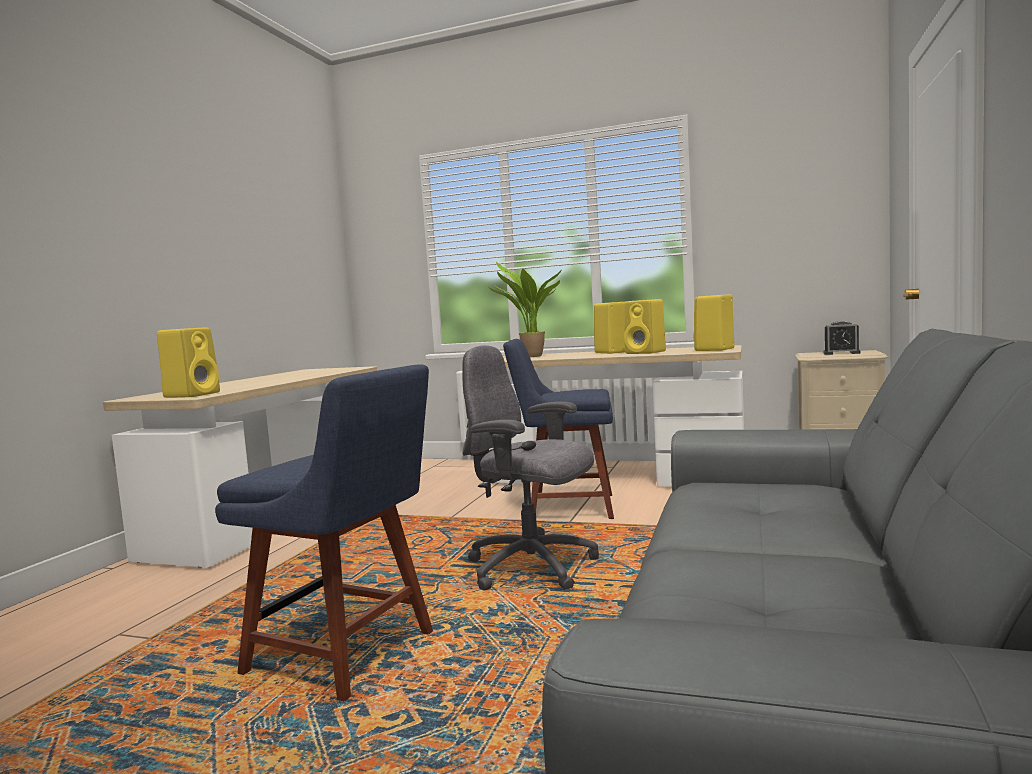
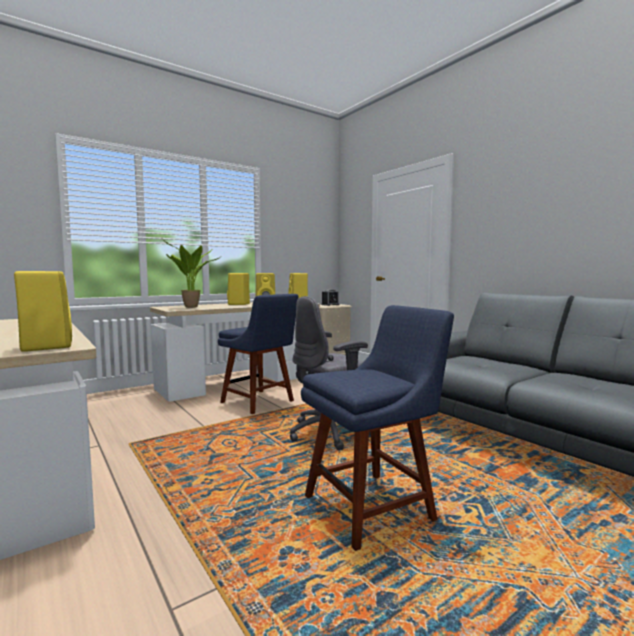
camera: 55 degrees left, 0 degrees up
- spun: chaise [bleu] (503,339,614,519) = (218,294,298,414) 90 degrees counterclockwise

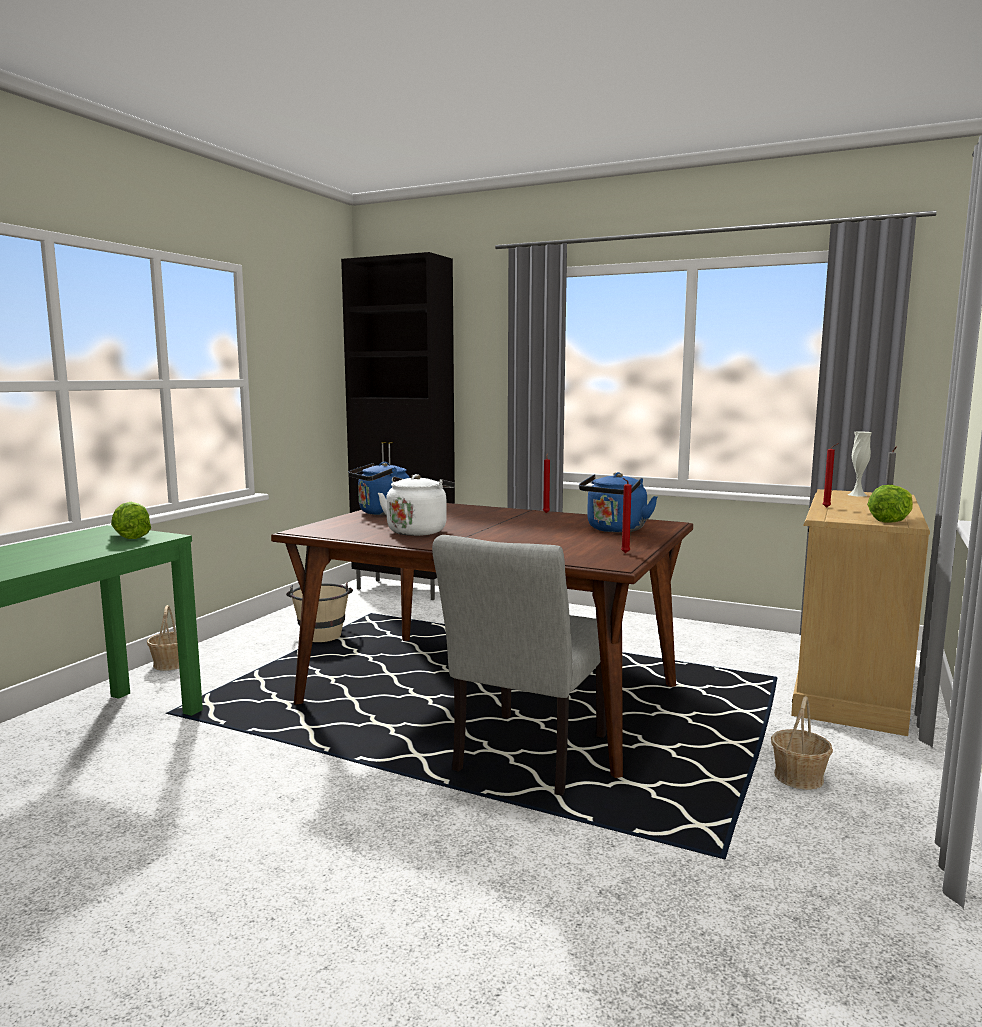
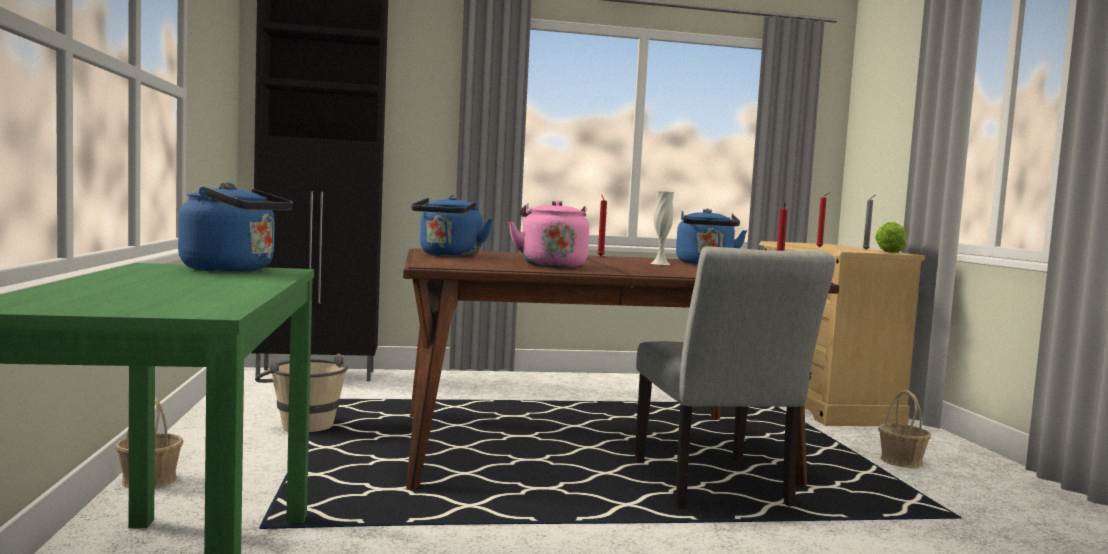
camera: 35 degrees left, 5 degrees down
- exchanged: laitue (111,502,151,539) to bouilloire [bleu] (178,182,293,272)
- colour: bouilloire [blanc] (378,474,455,536) to bouilloire [rose] (508,200,589,268)
- relocated: vase [blanc] (848,432,872,497) to (650,191,674,265)

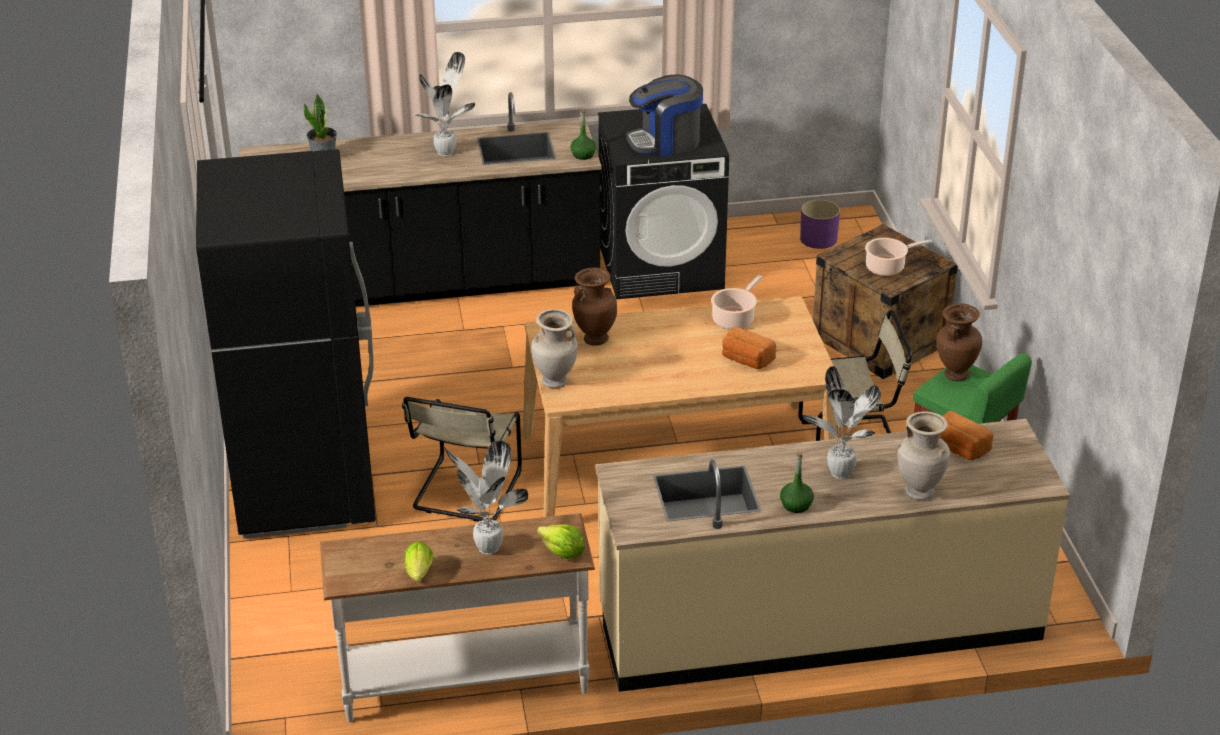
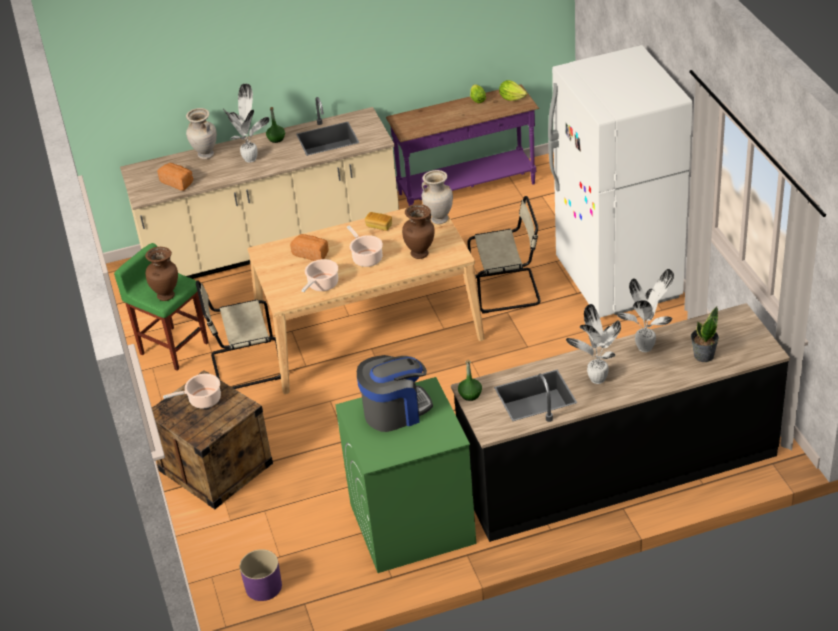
camera: 175 degrees right, 5 degrees up
- colour: lave-linge [noir] (598,104,729,299) to lave-linge [vert] (335,377,476,573)
- appeared: marmite (347,226,383,267)
- appeared: pain (365,212,392,231)
- colour: table console [blanc] (320,513,595,722) to table console [violet] (386,84,539,206)
- spun: chaise [beige] (402,397,522,522) = (467,196,541,314) 75 degrees clockwise
- relocated: laitue (537,524,585,559) to (499,80,527,101)
- colour: réfrigérateur [noir] (196,149,376,538) to réfrigérateur [blanc] (548,45,692,318)
- relocated: plante en pot (444,440,528,555) to (617,269,674,352)

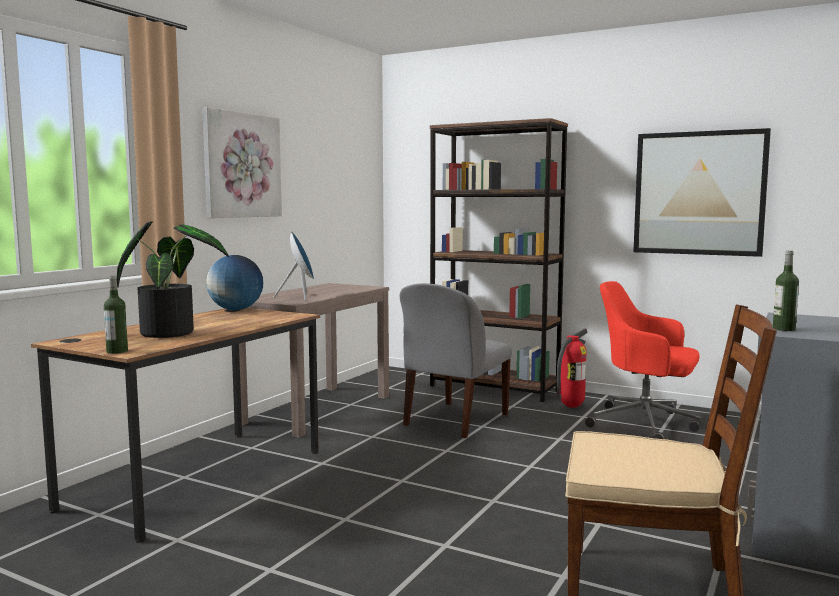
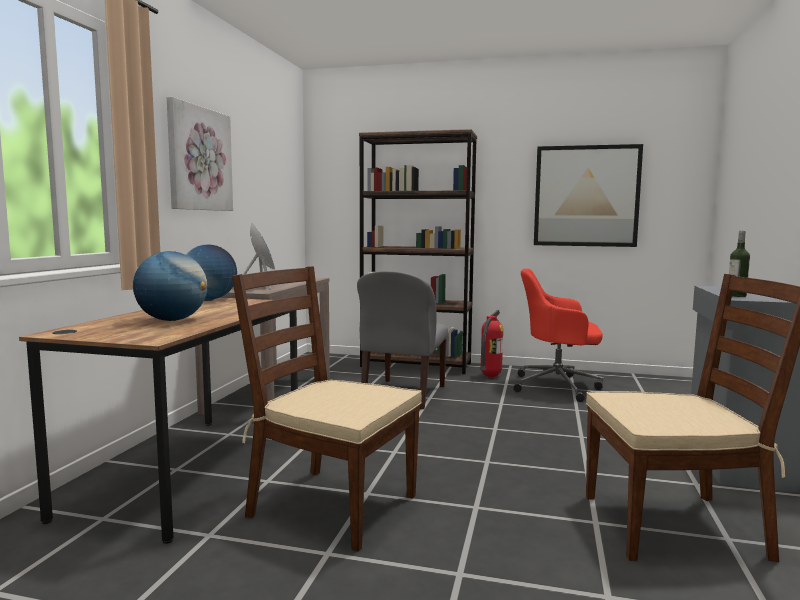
camera: 15 degrees left, 0 degrees up
- exchanged: plante en pot (117,221,229,338) to globe (133,251,207,321)
- appeared: chaise [marron] (232,266,422,551)
- missing: bouteille (104,276,128,354)

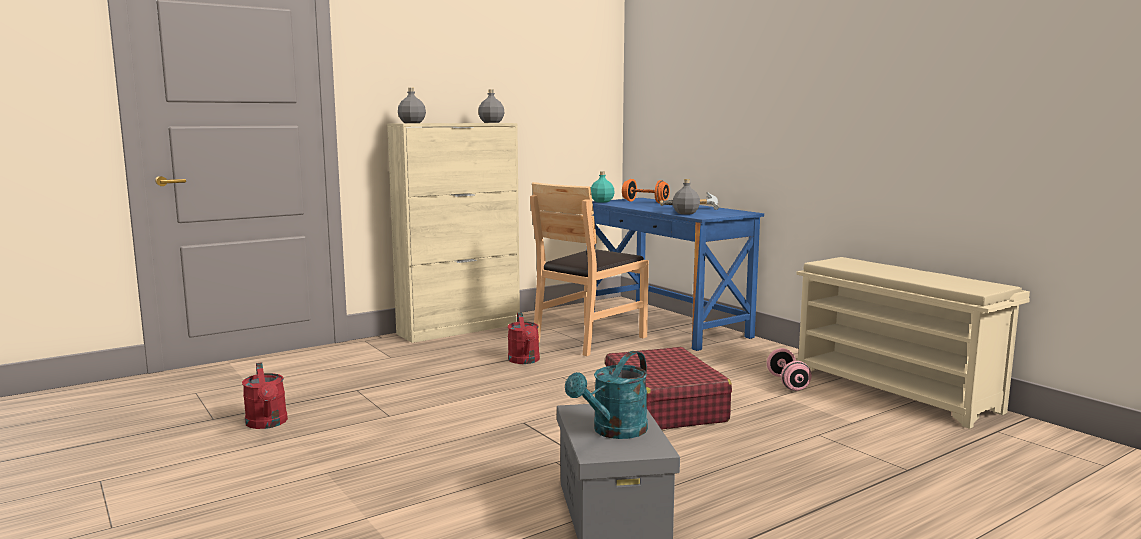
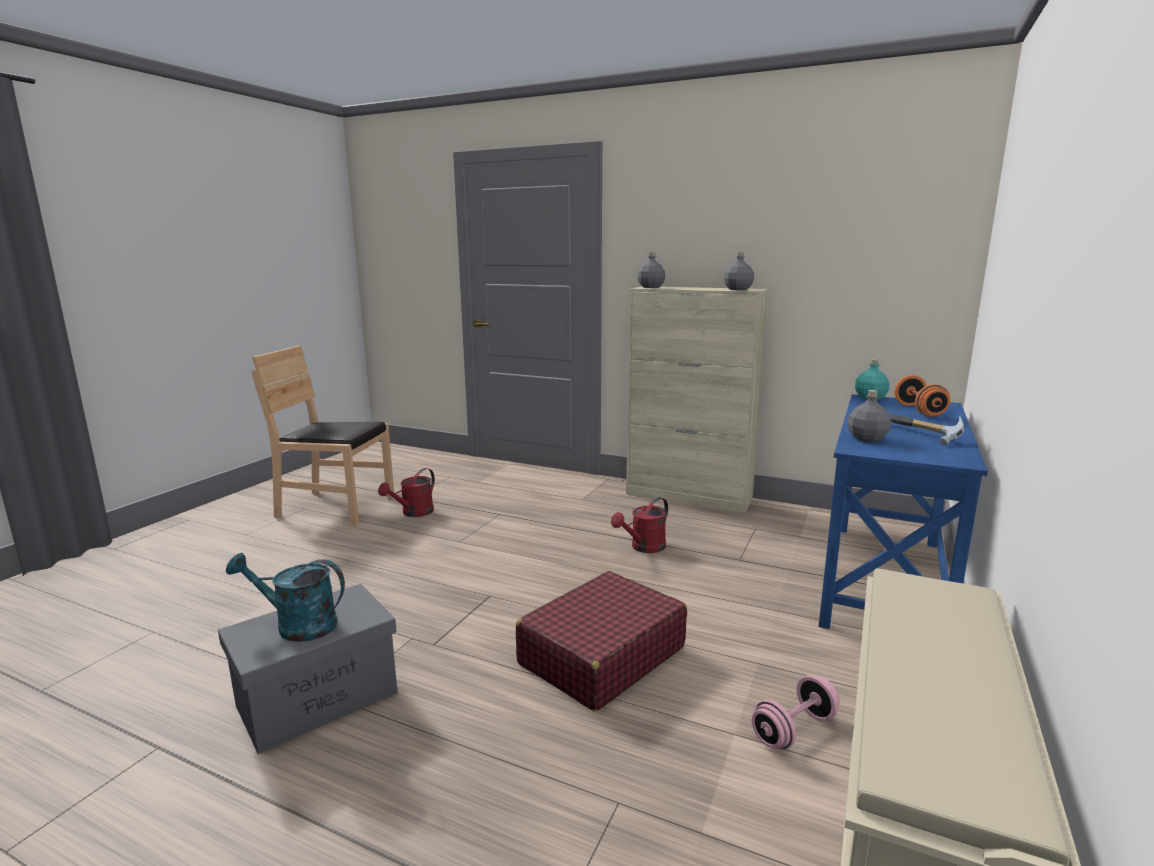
camera: 60 degrees right, 5 degrees up
- relocated: chaise [marron] (530,182,649,356) to (252,345,394,526)

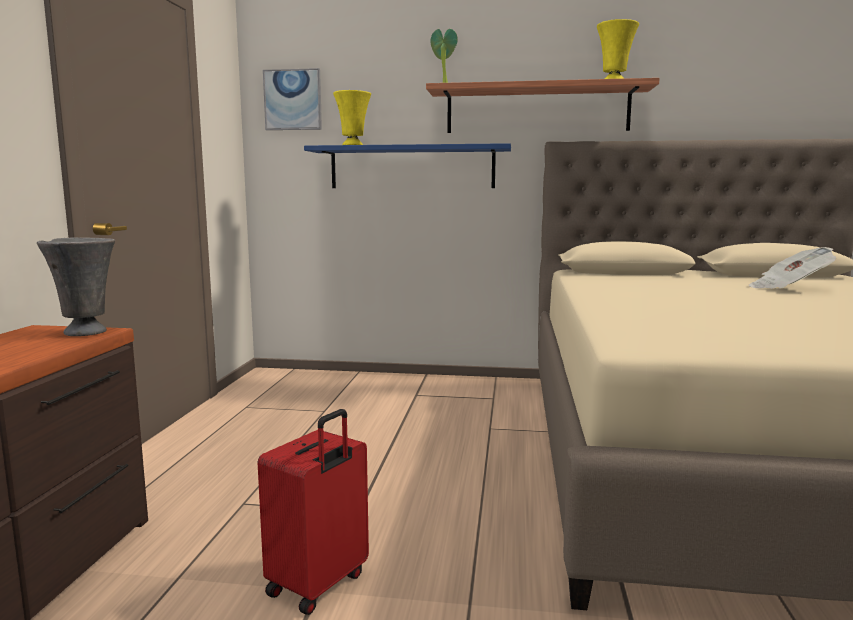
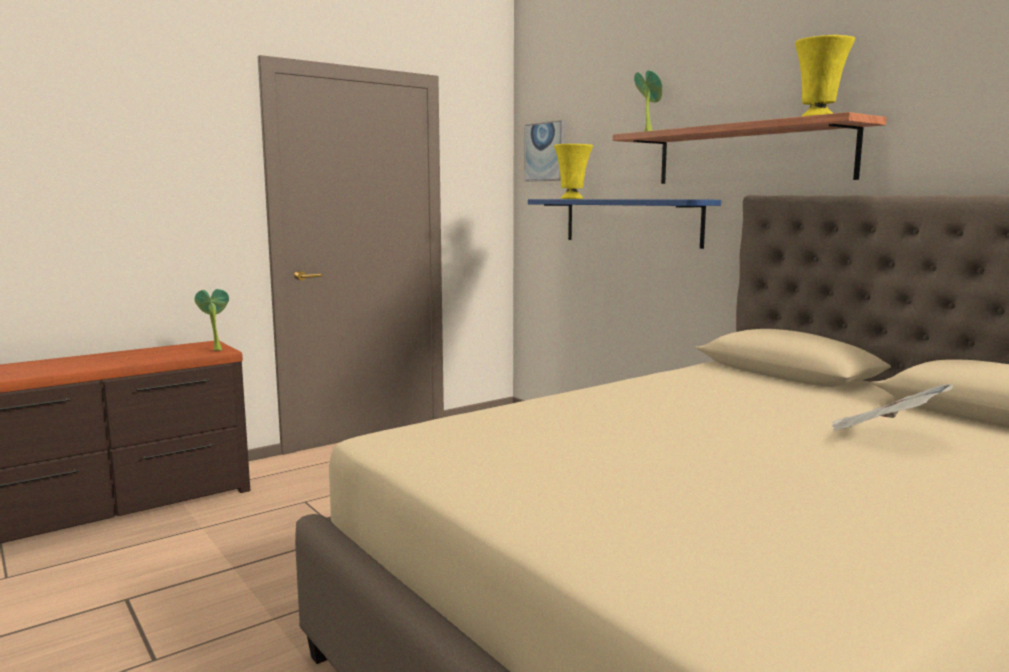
camera: 45 degrees right, 0 degrees up
- exchanged: vase [gris] (37,237,115,336) to plante en pot (195,289,229,351)
- missing: valise [rouge] (257,409,369,615)

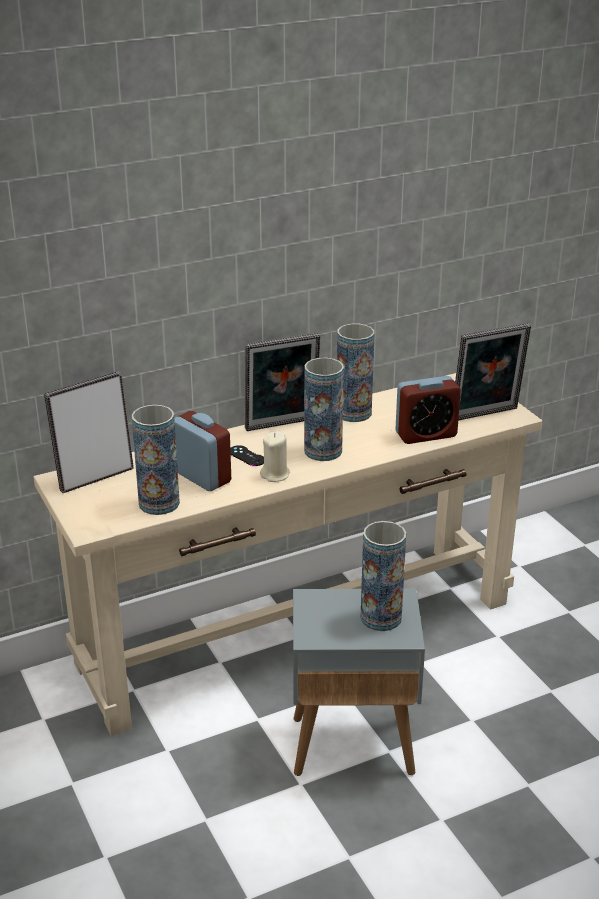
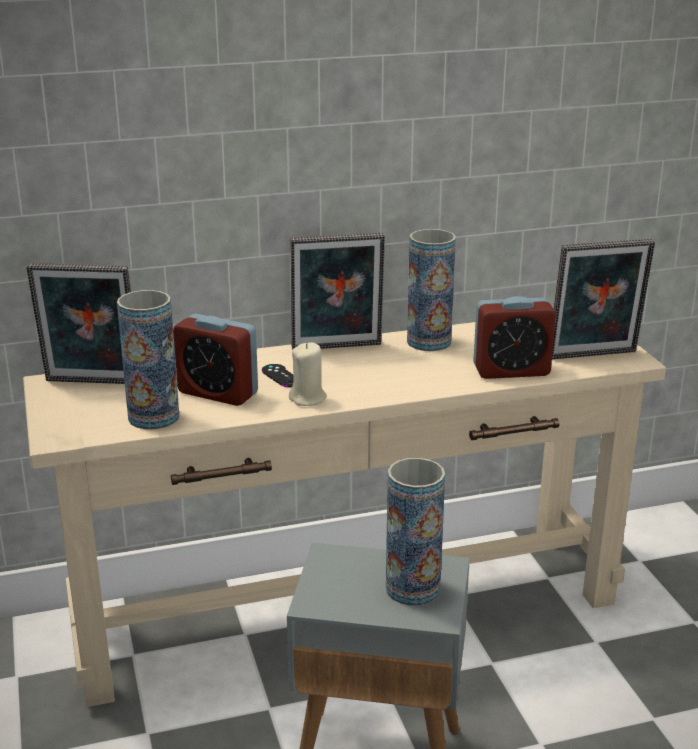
camera: 10 degrees right, 5 degrees down
- spun: cadre photo (44,371,134,493) = (26,263,131,384) 150 degrees counterclockwise
- spun: réveil (175,411,231,491) = (173,314,258,406) 150 degrees clockwise
- missing: vase (304,358,344,461)

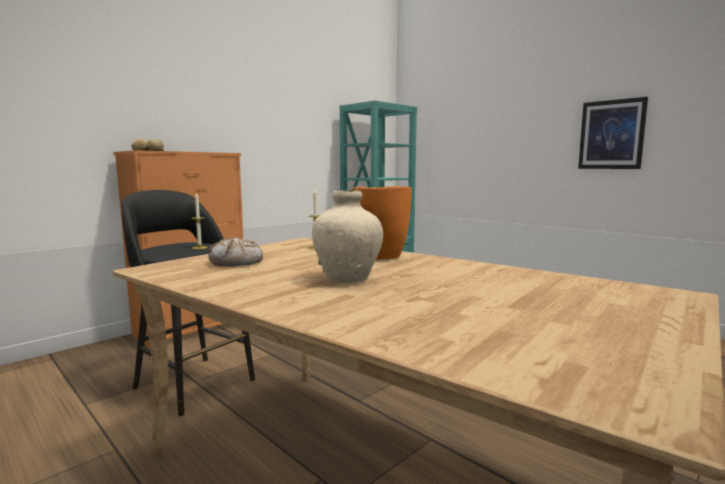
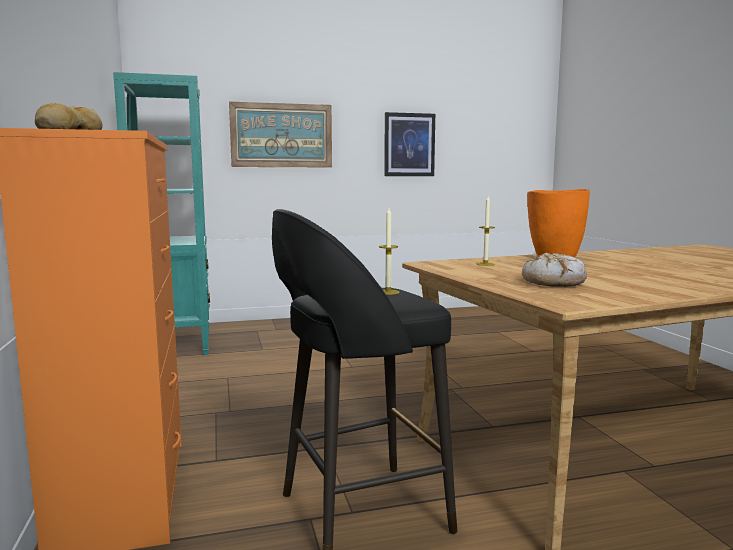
camera: 60 degrees left, 0 degrees up
- appeared: tableau (229,101,332,167)
- missing: vase [beige] (312,190,383,283)

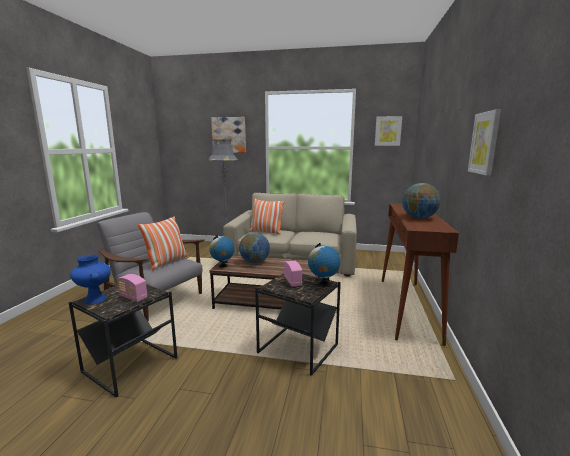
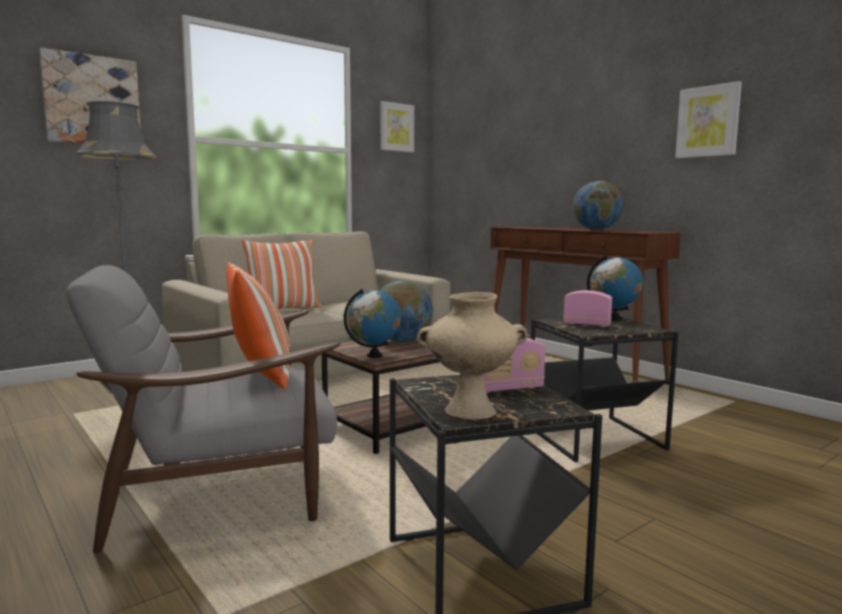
camera: 50 degrees left, 5 degrees down
- colour: vase [bleu] (70,255,111,304) to vase [beige] (417,292,528,419)

